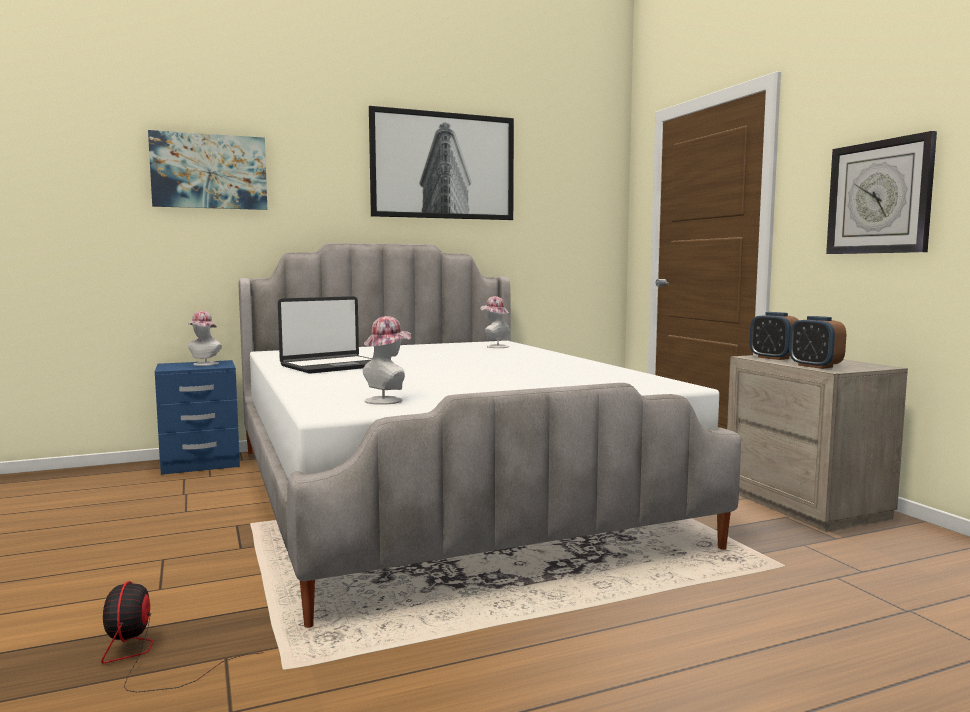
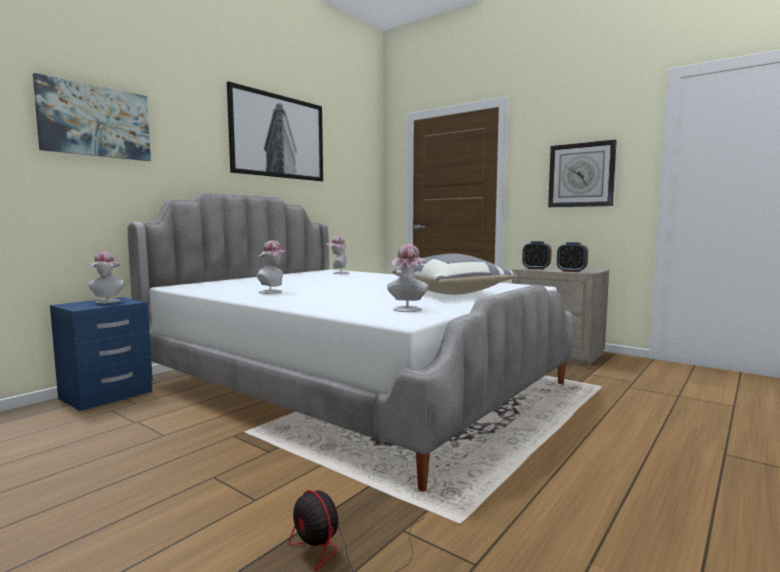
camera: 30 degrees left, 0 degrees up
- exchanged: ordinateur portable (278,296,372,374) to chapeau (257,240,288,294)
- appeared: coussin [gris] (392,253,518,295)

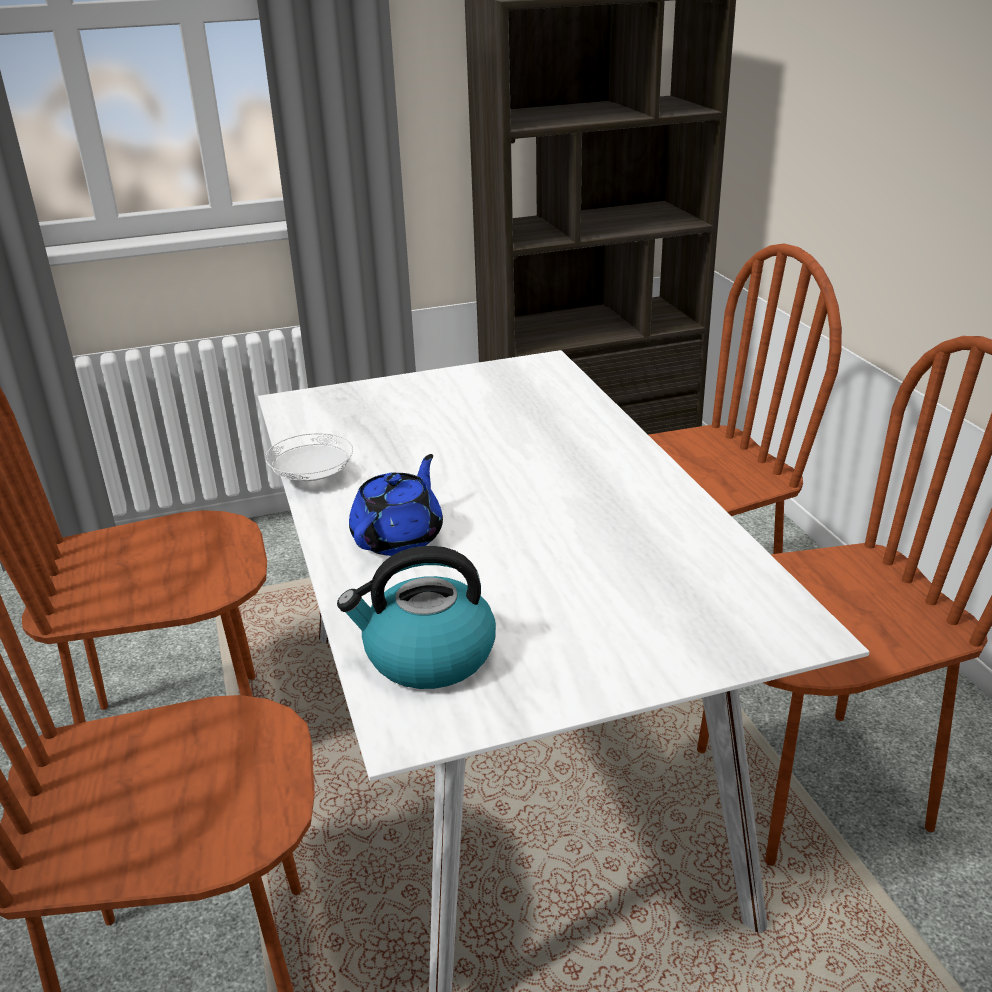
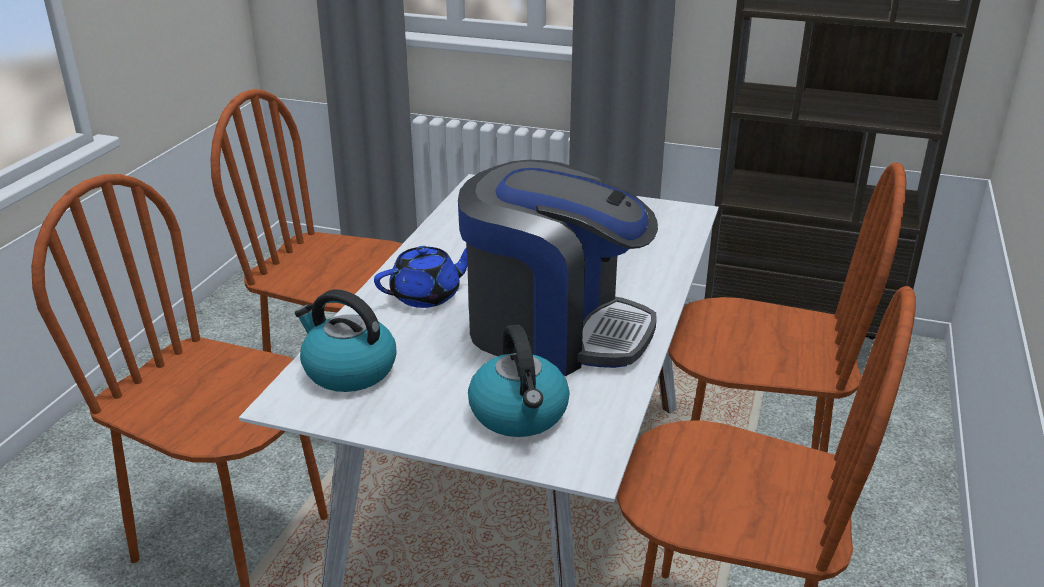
camera: 35 degrees right, 0 degrees up
- appeared: machine à café (458,160,658,376)
- appeared: bouilloire (468,324,570,437)
- missing: assiette [blanc] (265,433,353,481)

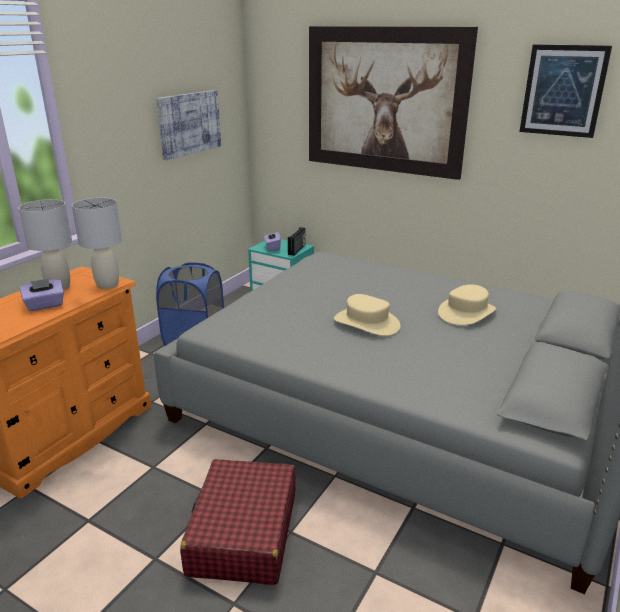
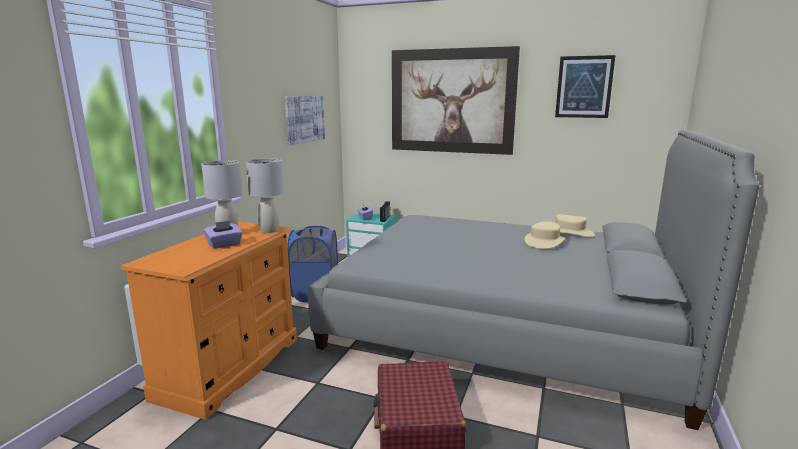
camera: 10 degrees left, 10 degrees down
- relocated: chapeau [beige] (334,294,400,336) to (556,214,595,237)

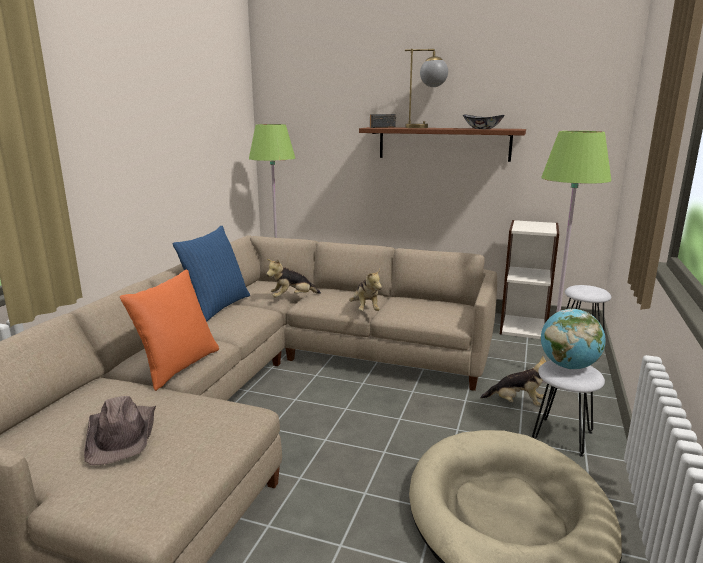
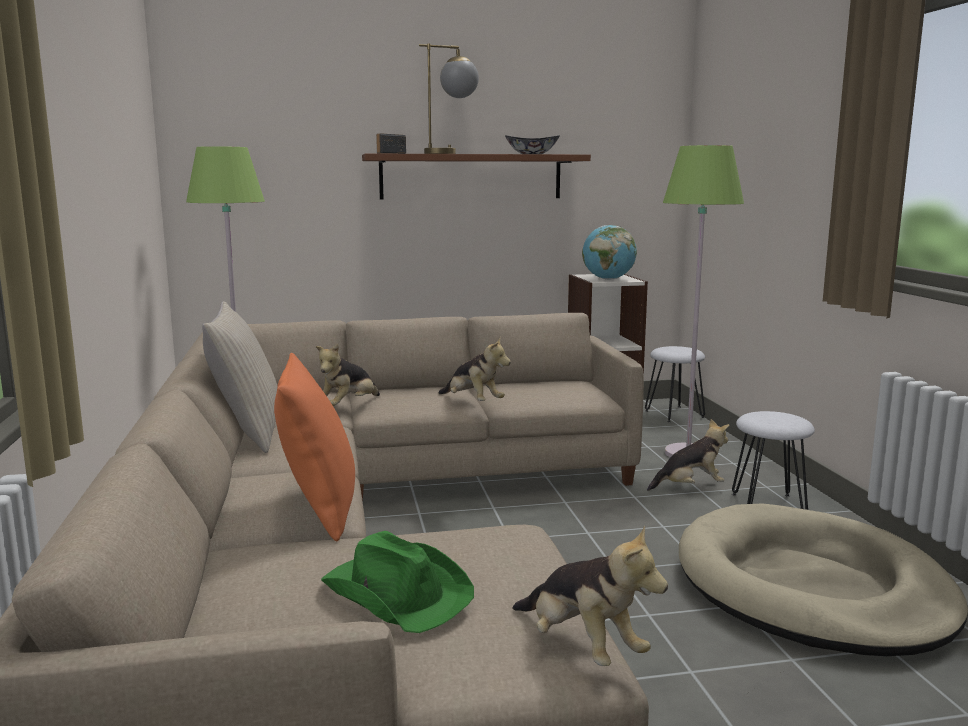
camera: 30 degrees left, 5 degrees down
- colour: coussin [bleu] (172,225,250,322) to coussin [beige] (202,301,277,453)
- colour: chapeau [marron] (84,396,156,465) to chapeau [vert] (321,531,474,633)
- appeared: peluche (512,525,668,666)
- relocated: globe (541,309,606,369) to (582,225,637,280)

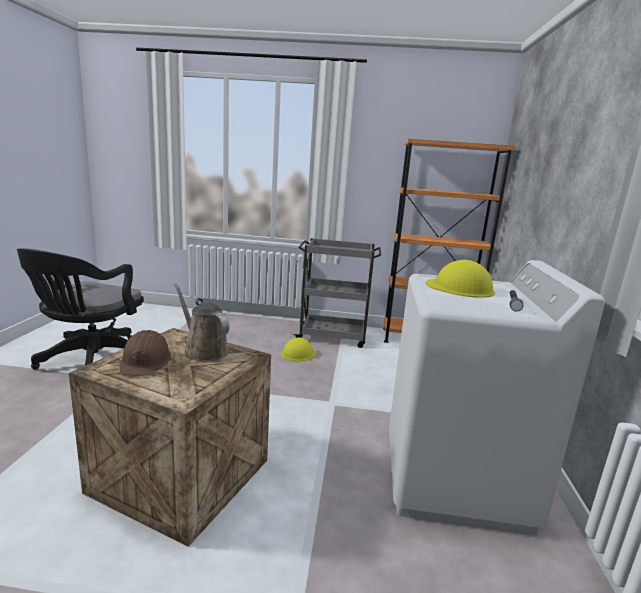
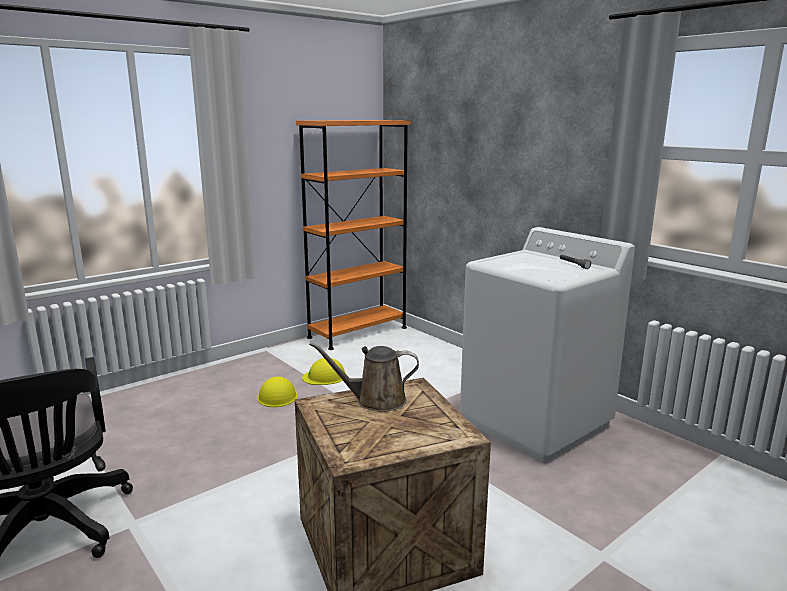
camera: 45 degrees left, 0 degrees up
- relocated: casque de chantier [jaune] (426,260,495,298) to (302,358,347,385)
- missing: casque de chantier [marron] (119,330,171,376)
- missing: chariot [gris] (293,238,381,348)

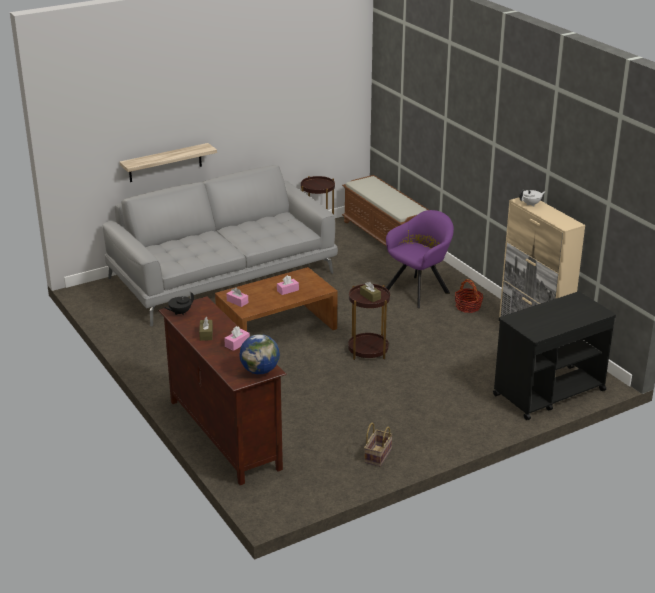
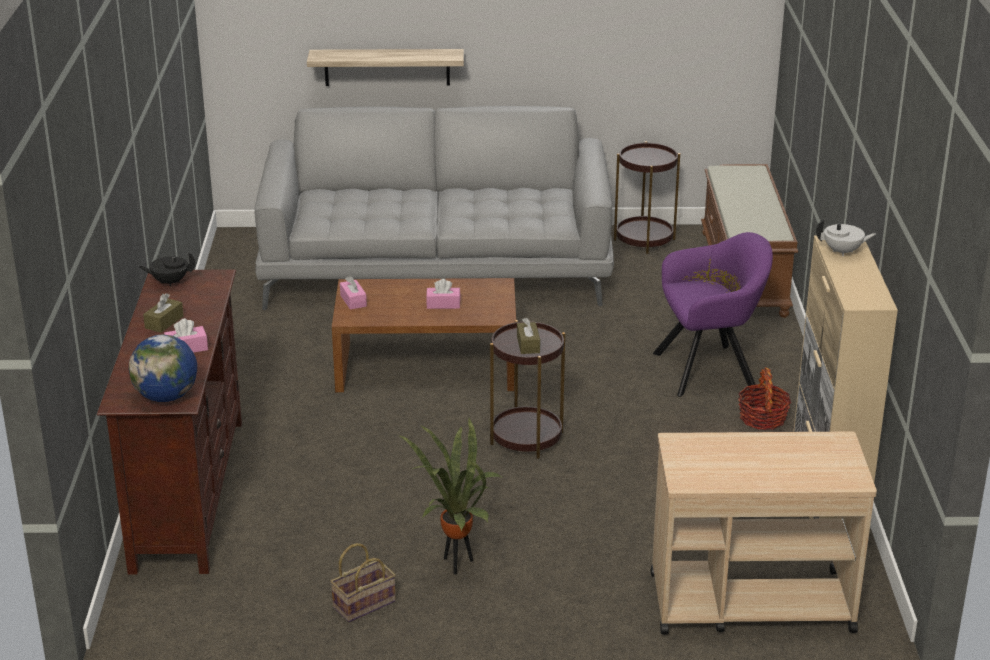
camera: 30 degrees right, 0 degrees up
- appeared: plante en pot (398,418,504,574)
- colour: chariot [noir] (493,291,616,420) to chariot [beige] (651,432,877,635)

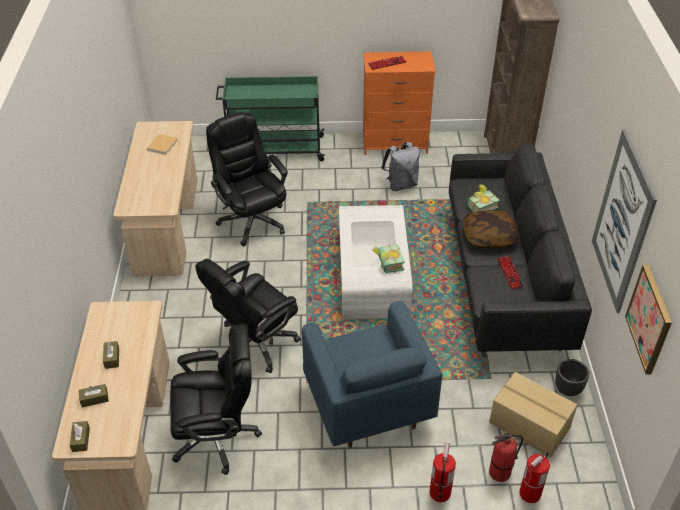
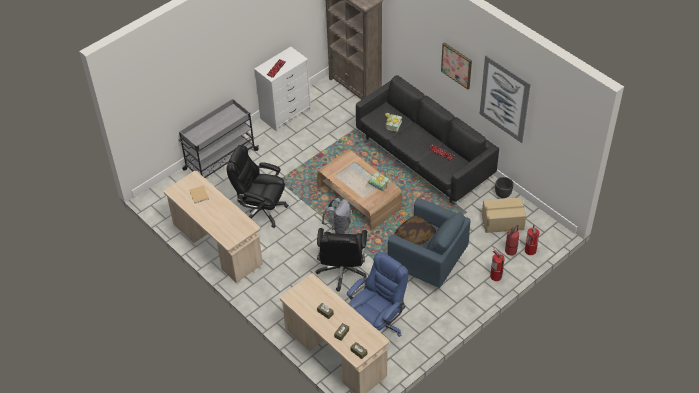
camera: 40 degrees left, 5 degrees up
- colour: chariot [vert] (216,76,325,161) to chariot [gris] (178,98,259,178)
- colour: commode [orange] (363,51,436,155) to commode [blanc] (254,47,311,132)
- colour: table basse [blanc] (339,205,413,320) to table basse [marron] (317,149,402,231)
- relocated: sac à dos [gris] (381,142,420,191) to (322,198,351,234)
- colour: chaise de bureau [noir] (170,323,262,475) to chaise de bureau [bleu] (347,252,408,337)
- relocated: coussin (463,210,519,248) to (395,216,436,246)
- relocated: tableau (625,264,672,374) to (441,42,472,90)

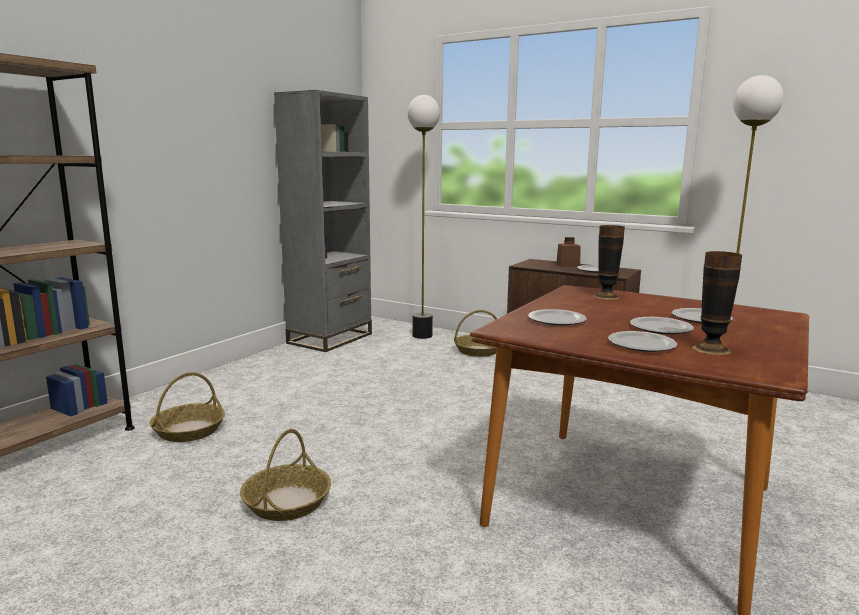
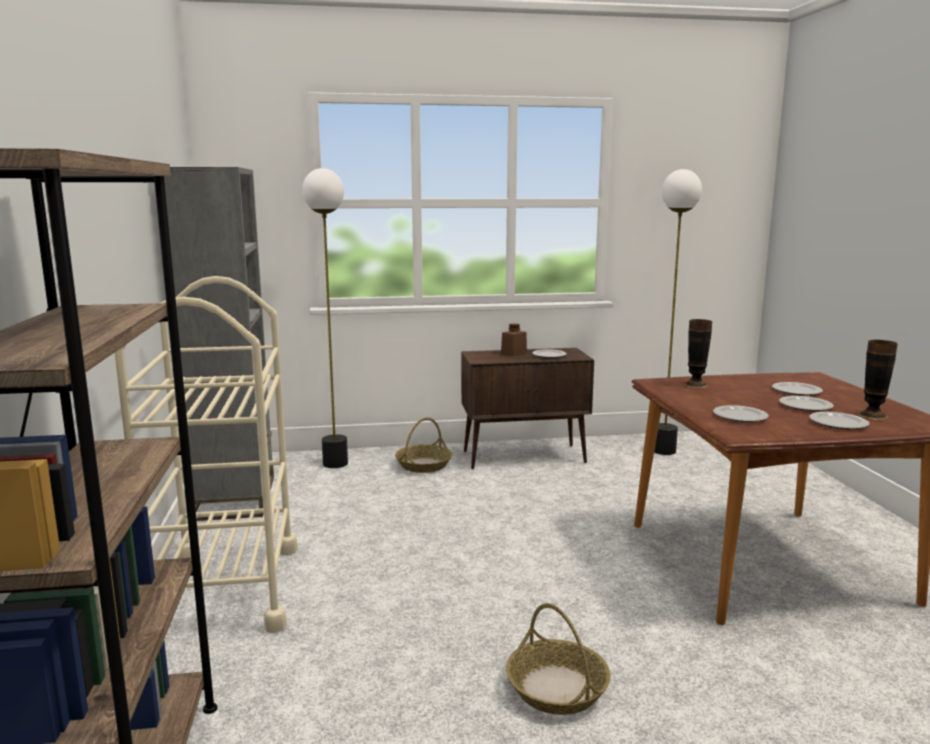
camera: 40 degrees left, 0 degrees up
- appeared: chariot [beige] (115,276,298,633)
- missing: panier (150,372,225,442)

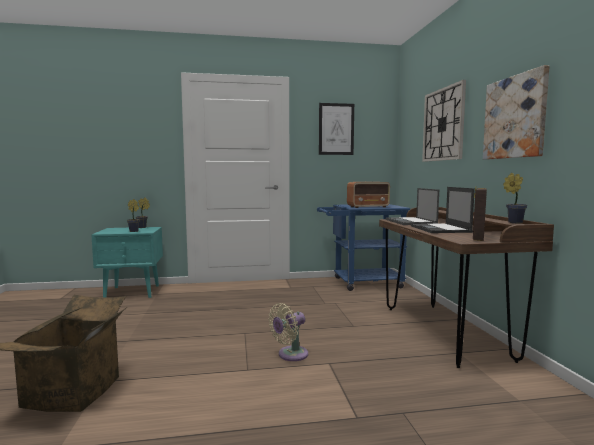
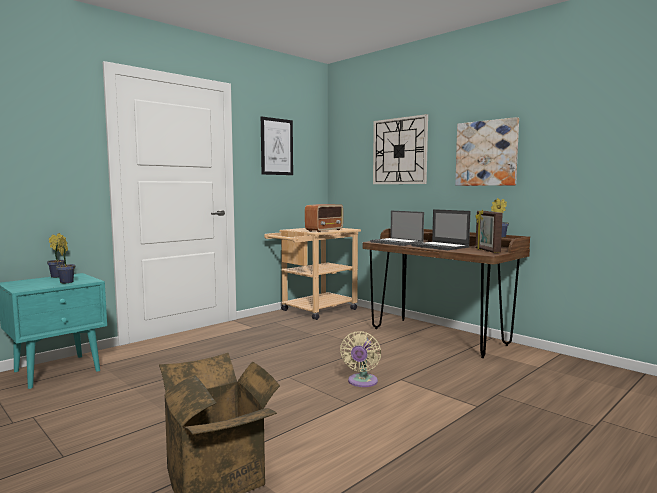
camera: 35 degrees left, 0 degrees up
- colour: chariot [bleu] (317,204,410,291) to chariot [beige] (264,228,361,320)

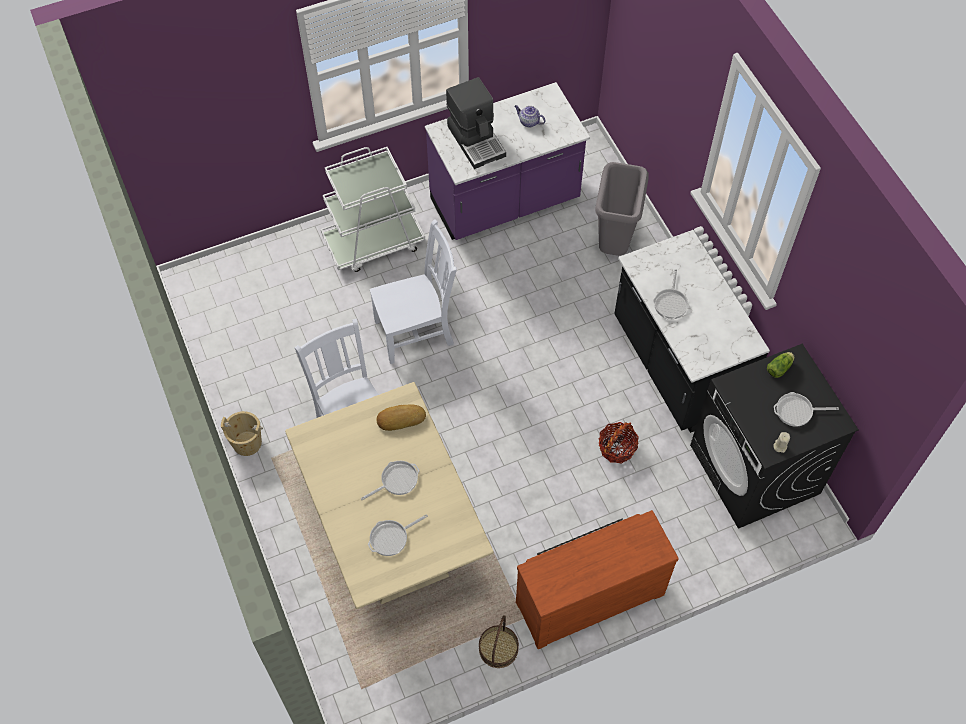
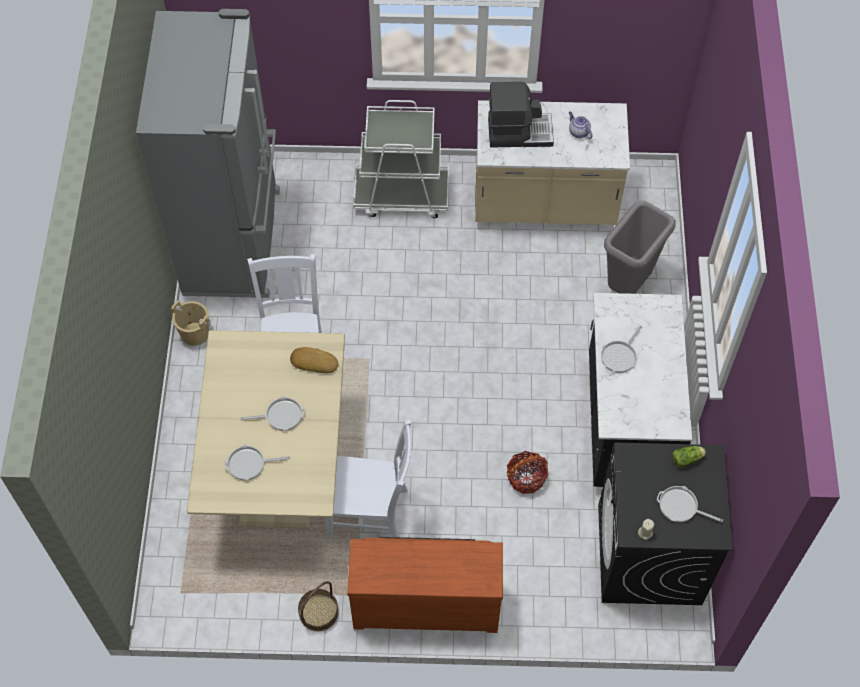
camera: 25 degrees right, 0 degrees up
- appeared: réfrigérateur [gris] (136,9,280,298)
- relocated: chaise [blanc] (370,219,457,364) to (324,419,411,538)
- colour: comptoir de cuisine [violet] (425,82,590,240) to comptoir de cuisine [beige] (475,100,630,225)
- spun: machine à café (446,77,506,169) = (488,81,554,148) 90 degrees counterclockwise

